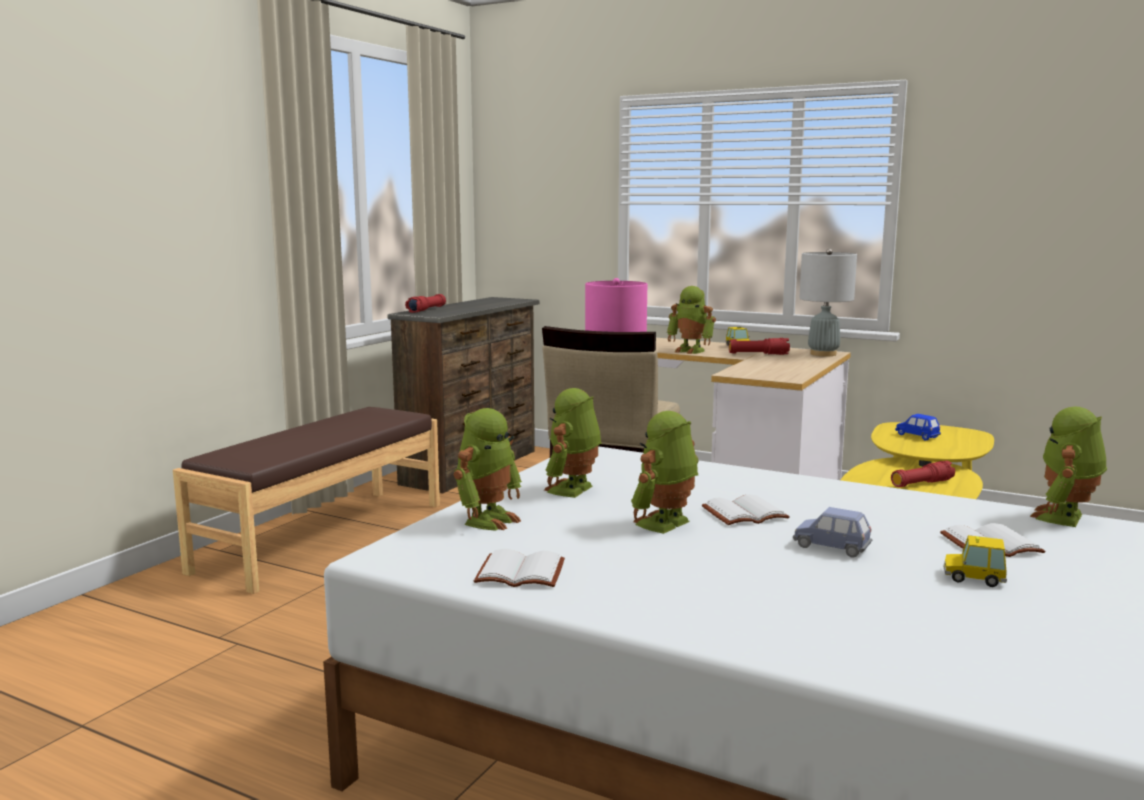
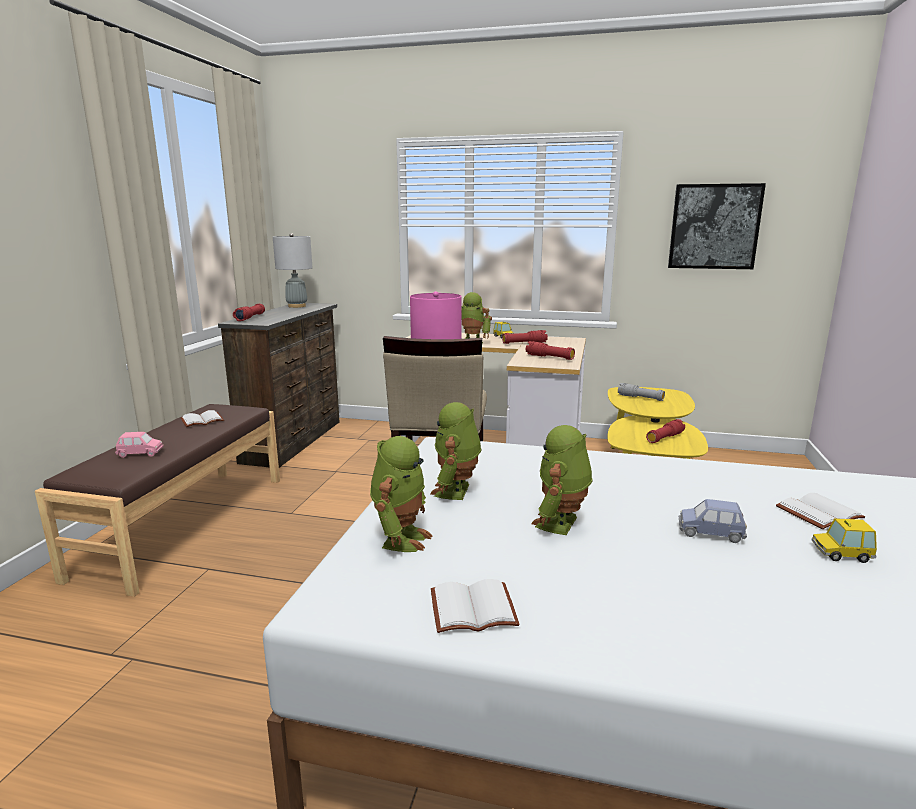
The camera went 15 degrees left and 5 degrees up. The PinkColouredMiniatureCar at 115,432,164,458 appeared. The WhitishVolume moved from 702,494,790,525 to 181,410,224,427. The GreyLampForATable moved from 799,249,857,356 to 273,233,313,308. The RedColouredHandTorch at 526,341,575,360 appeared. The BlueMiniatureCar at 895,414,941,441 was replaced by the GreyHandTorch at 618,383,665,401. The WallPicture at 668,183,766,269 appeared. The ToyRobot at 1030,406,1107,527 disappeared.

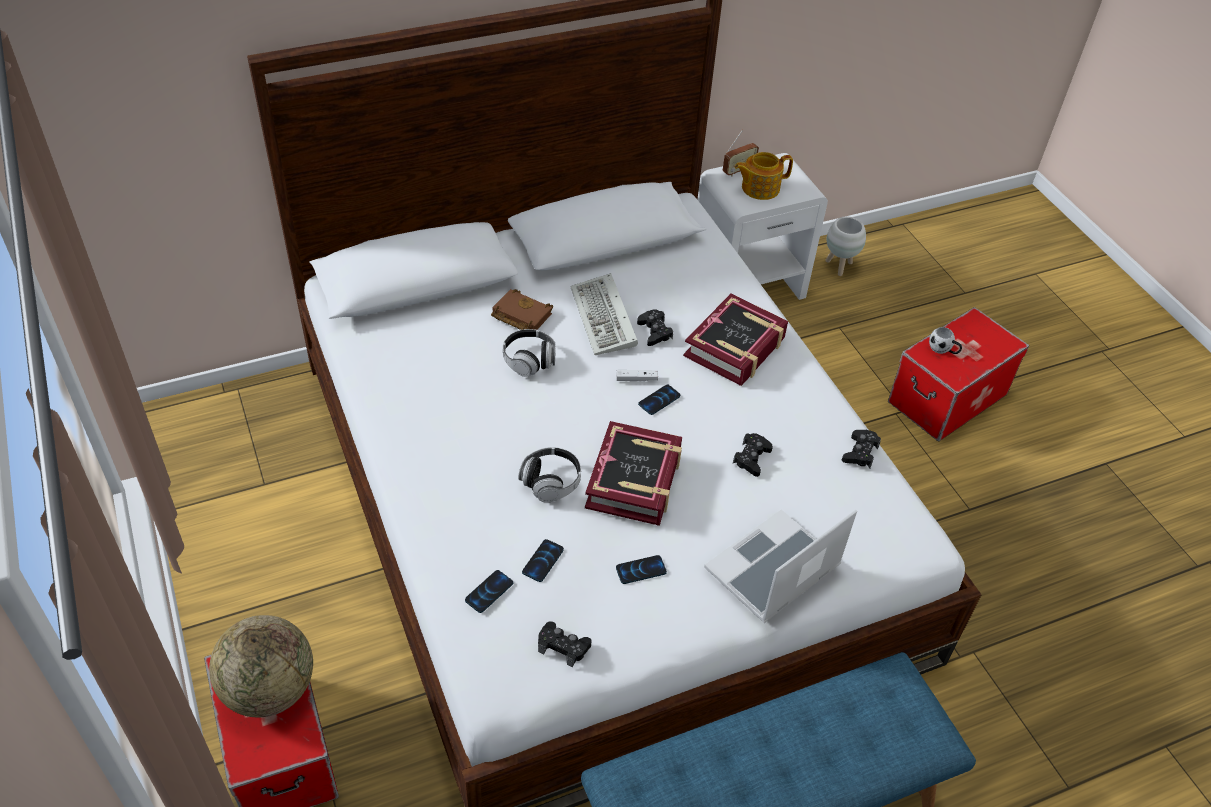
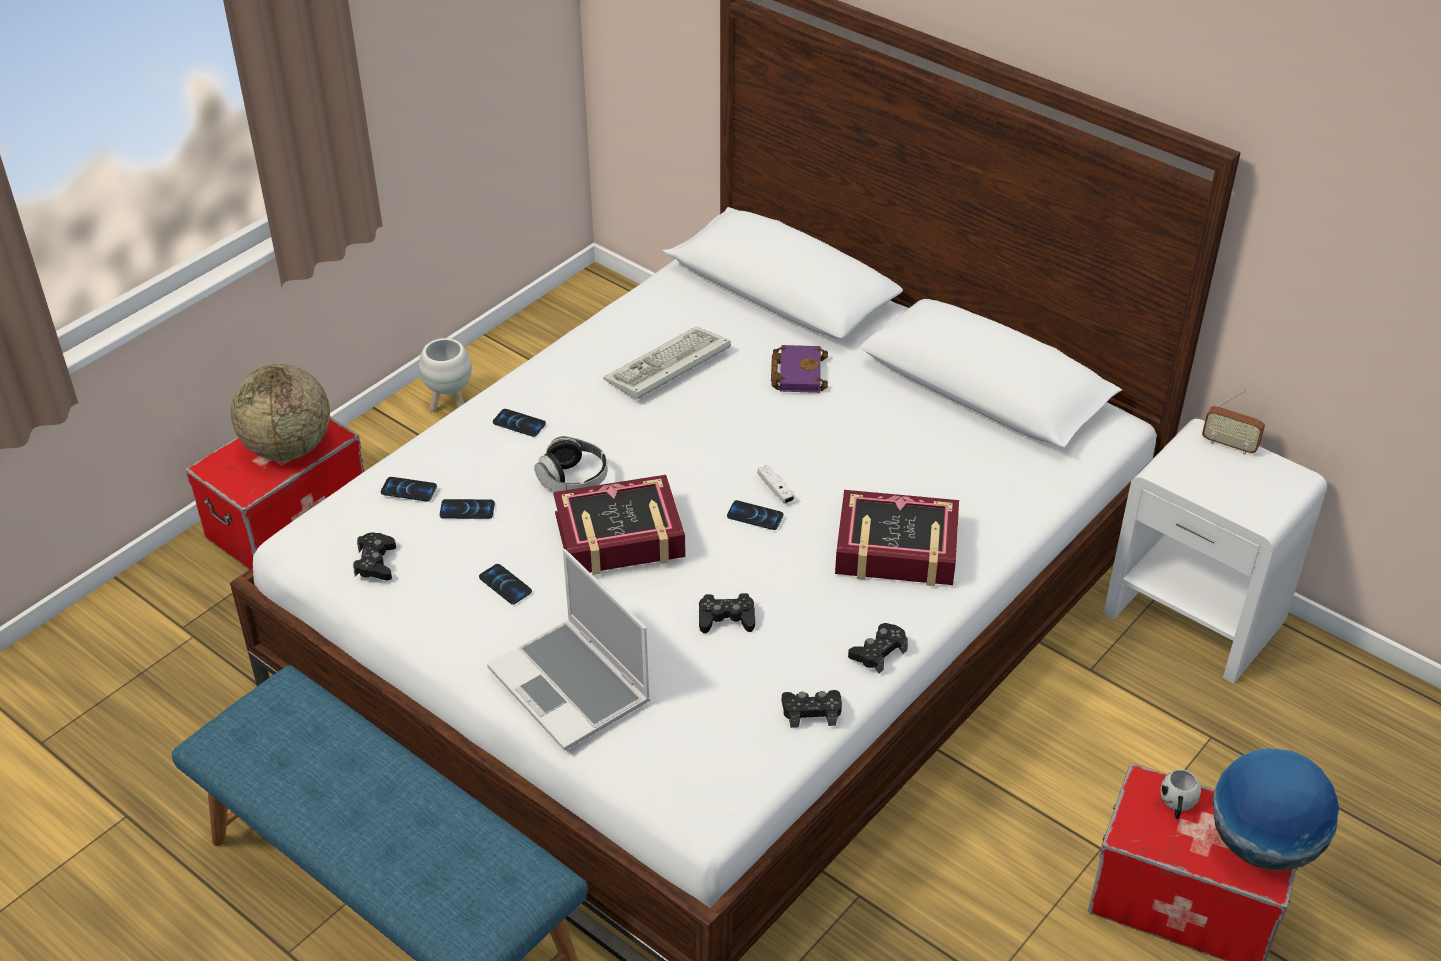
The camera went 65 degrees right and 5 degrees down. The WhitishFlowerPot moved from 826,217,866,276 to 419,338,472,412. The Laptop at 704,509,857,623 turned 150 degrees counterclockwise. The Phone at 493,409,546,437 appeared. The Keyboard moved from 570,273,638,355 to 603,327,731,400. The BrownColouredVolume at 491,289,553,330 became the PurpleVolume at 771,345,828,393. The BlackColouredGameController moved from 637,309,673,346 to 848,623,908,674. The DeskGlobe at 1213,748,1339,871 appeared. The Headphones at 503,329,556,377 disappeared. The Teapot at 735,152,793,200 disappeared.

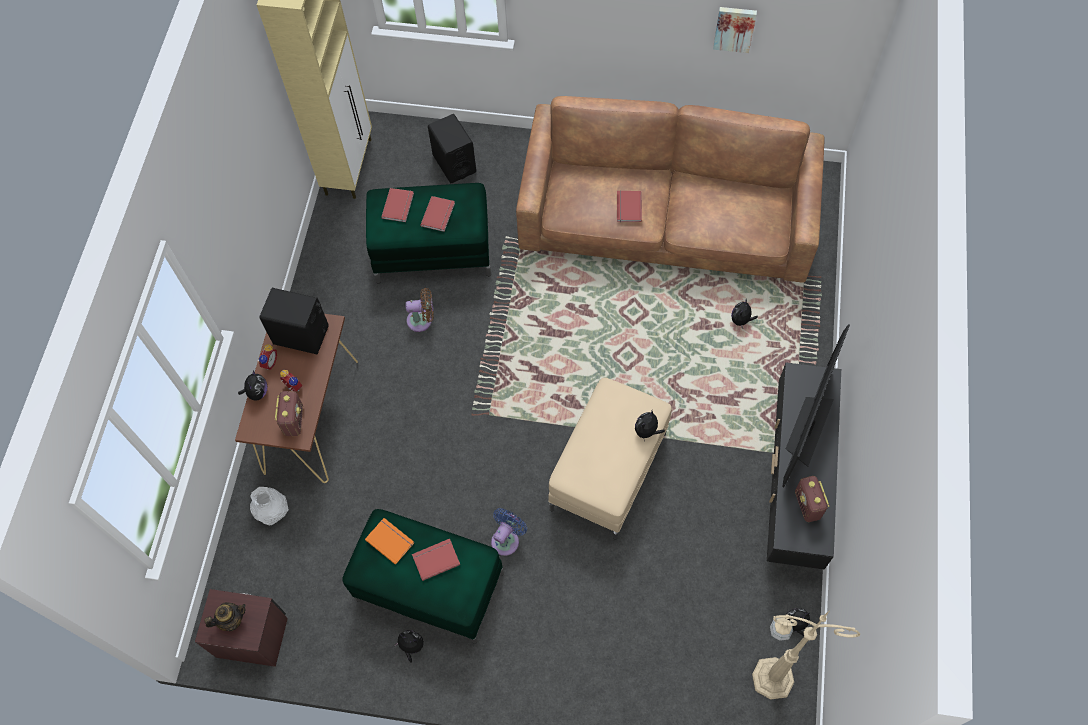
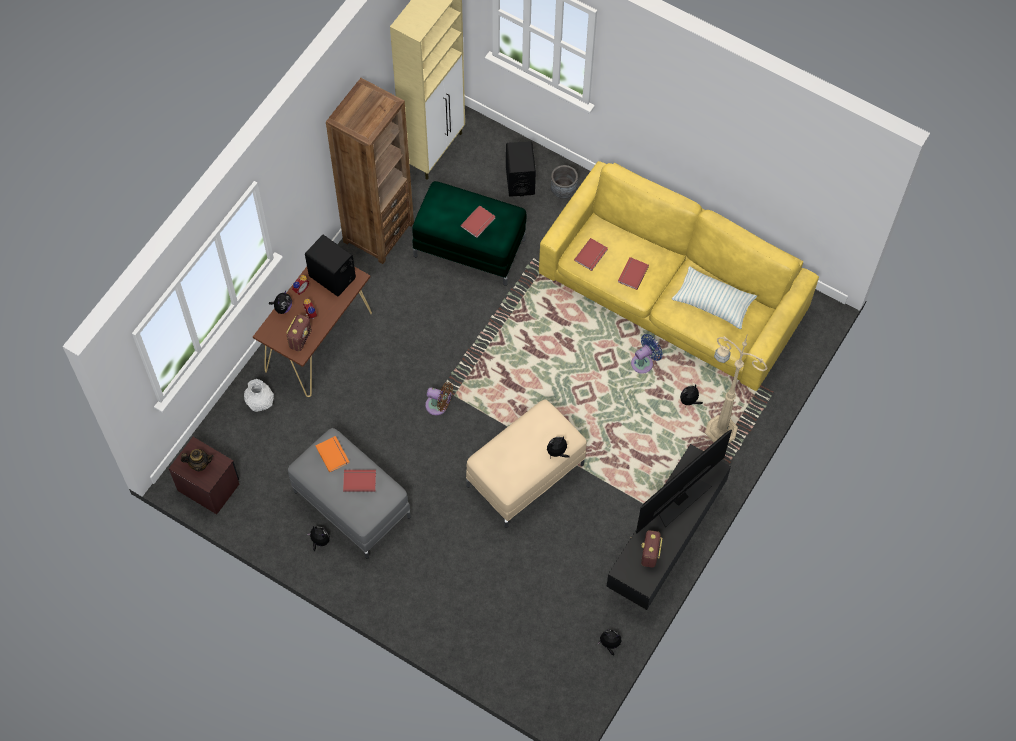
The camera went 20 degrees right and 0 degrees up. The GreenColouredOttoman at 342,509,504,644 became the GreyOttoman at 288,428,411,558. The BrownColouredShelvingUnit at 326,78,414,264 appeared. The BrownColouredCoolingFan moved from 405,288,434,332 to 425,382,453,415. The BrownColouredSofa at 516,96,825,283 became the YellowColouredSofa at 539,161,819,391. The GreyFlowerPot at 551,165,578,199 appeared. The RedColouredVolume moved from 381,188,414,222 to 574,238,608,271. The BlueCoolingFan moved from 491,508,527,556 to 631,334,663,374. The Cushion at 672,266,757,329 appeared. The BeigeStandingLamp moved from 752,610,860,700 to 705,333,767,444. The WallPicture at 713,7,757,53 disappeared.

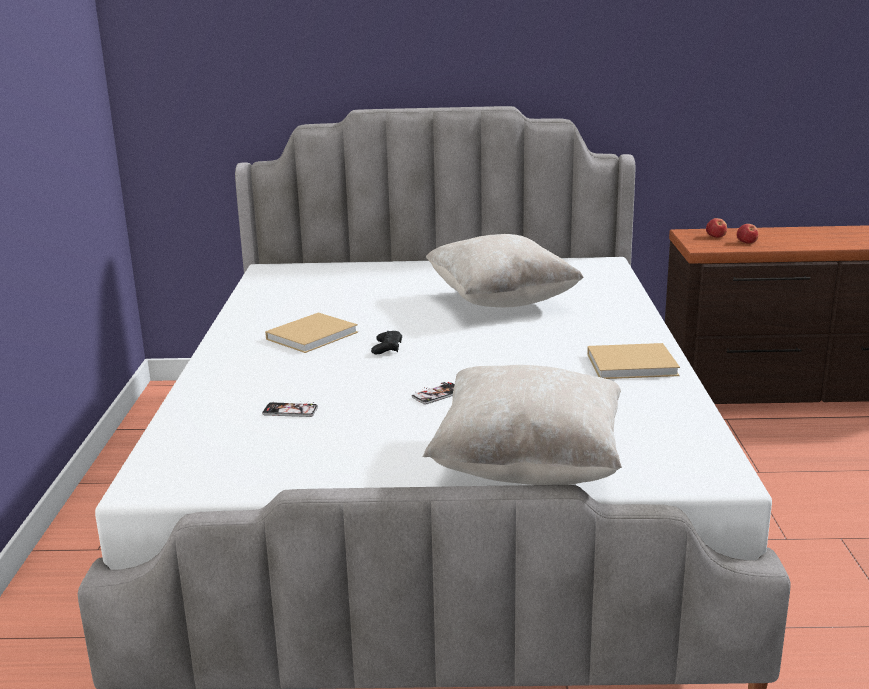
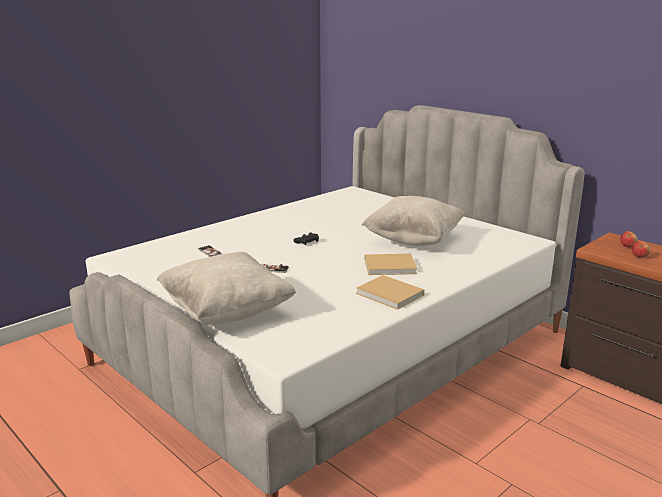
The camera went 45 degrees right and 0 degrees up. The BeigeVolume moved from 265,313,358,353 to 364,254,417,275.

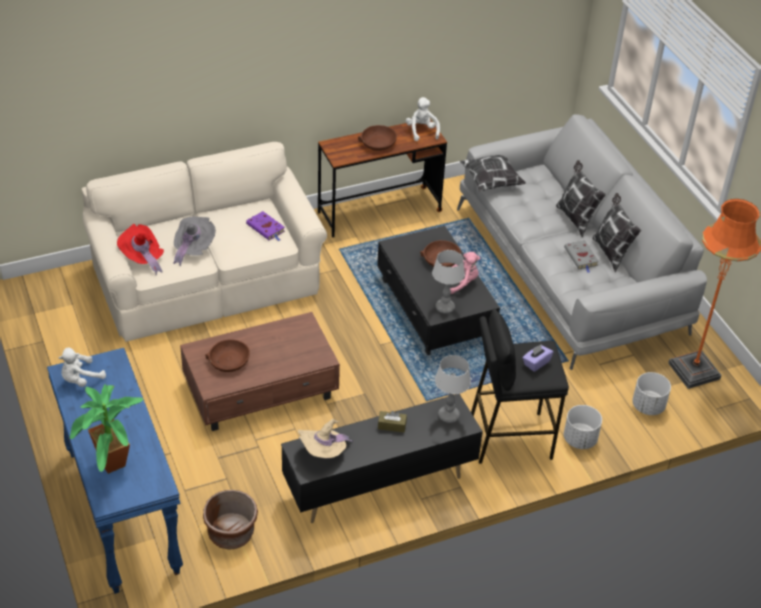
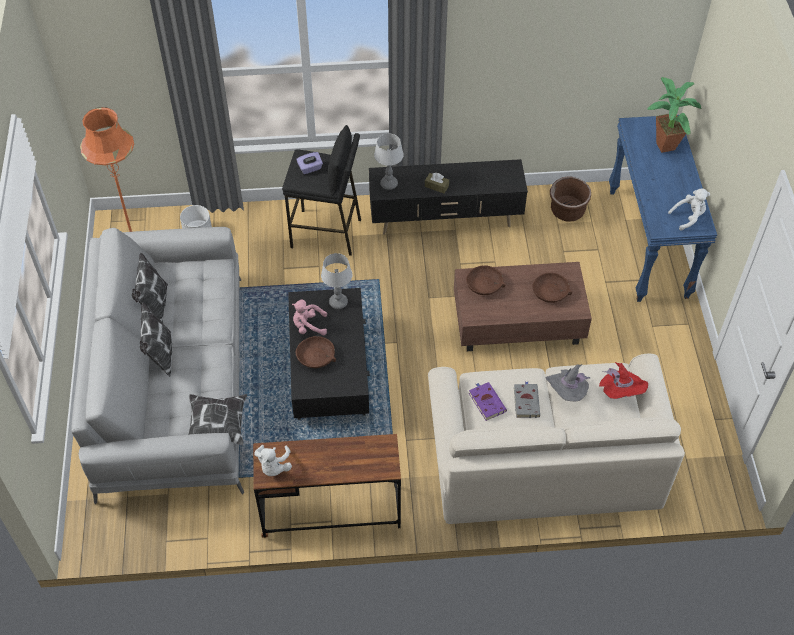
The camera went 160 degrees left and 10 degrees up. The BrownColouredBowl moved from 358,125,397,151 to 466,265,506,295. The GreyVolume moved from 564,240,599,273 to 514,382,540,418. The BeigeWearableHat at 298,419,354,458 disappeared. The WhitishFlowerPot at 564,405,602,449 disappeared.

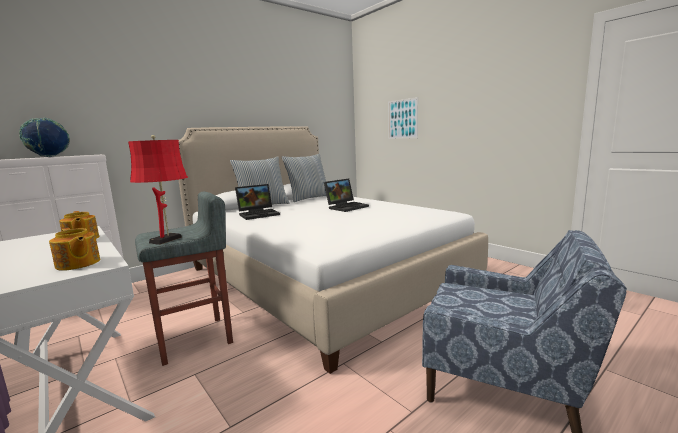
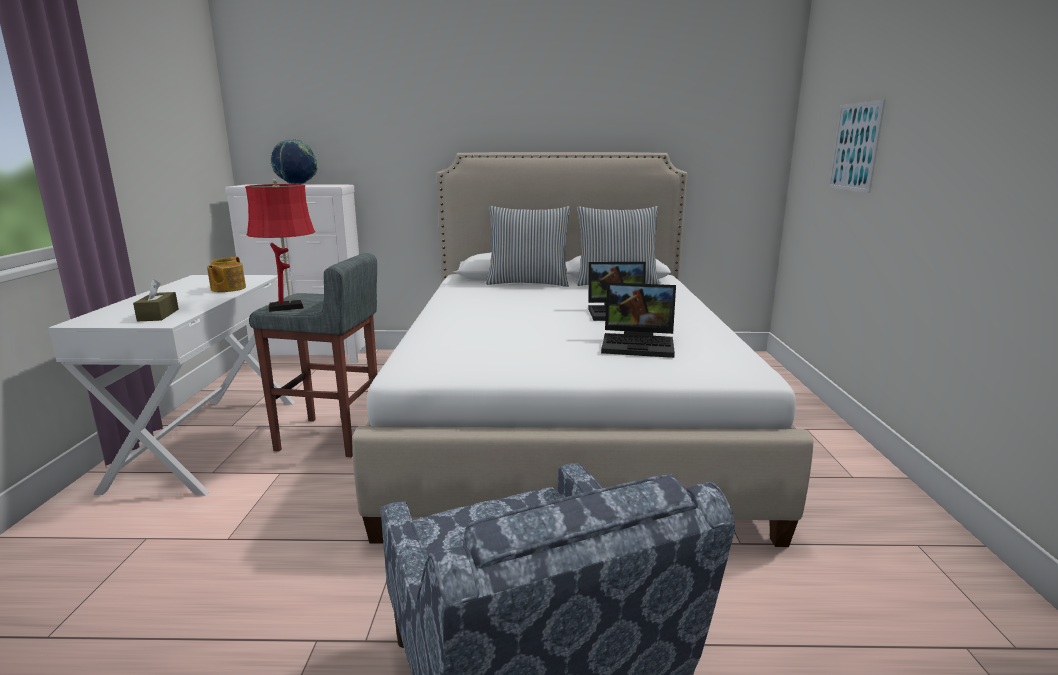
The camera went 40 degrees right and 5 degrees up. The Teapot at 49,228,100,271 was replaced by the BrownColouredBoxOfTissues at 133,279,179,321. The Laptop moved from 235,184,280,220 to 601,282,676,358.

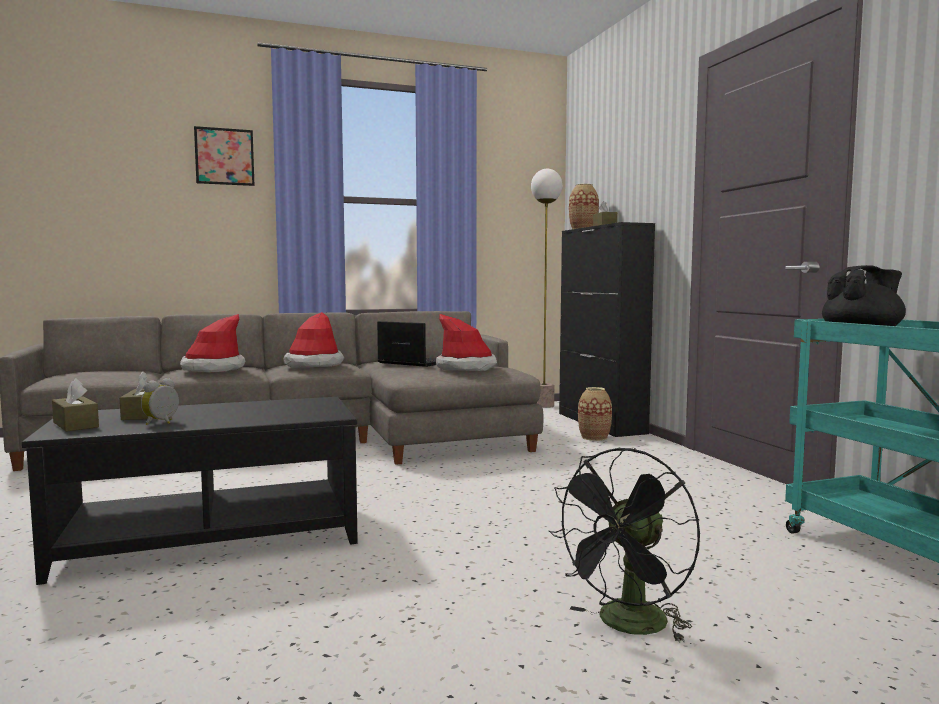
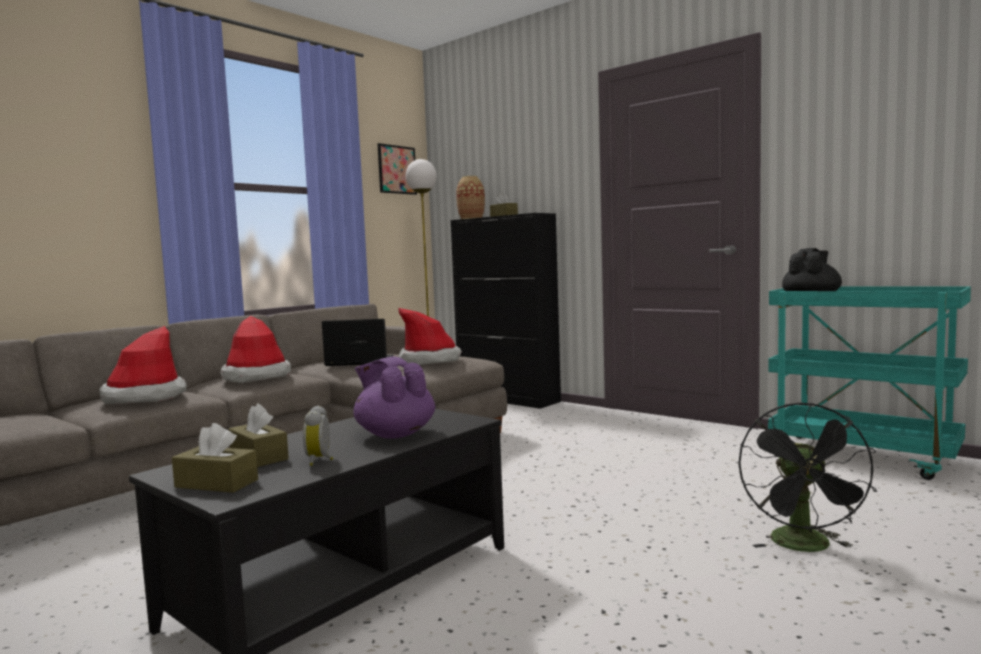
The camera went 30 degrees left and 0 degrees up. The PurpleTeapot at 353,356,435,439 appeared. The WallPicture moved from 194,126,255,186 to 378,143,417,195. The DecorativeVase at 578,387,612,441 disappeared.

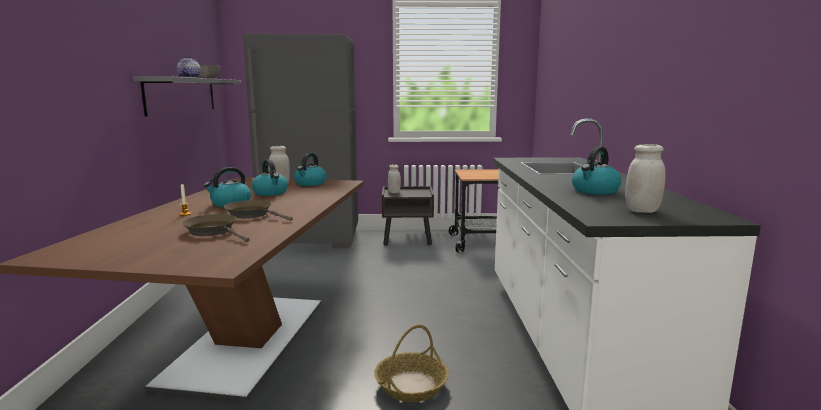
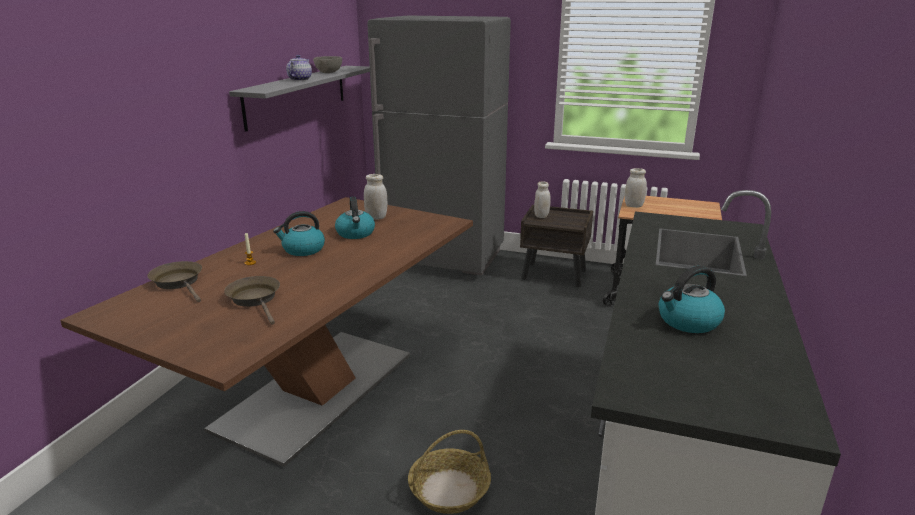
The camera went 20 degrees right and 10 degrees up. The BrownColouredPan moved from 224,200,293,221 to 148,261,202,302. The WhitishJar moved from 625,144,665,213 to 625,168,647,208. The TeaKettle at 294,153,327,186 disappeared.

